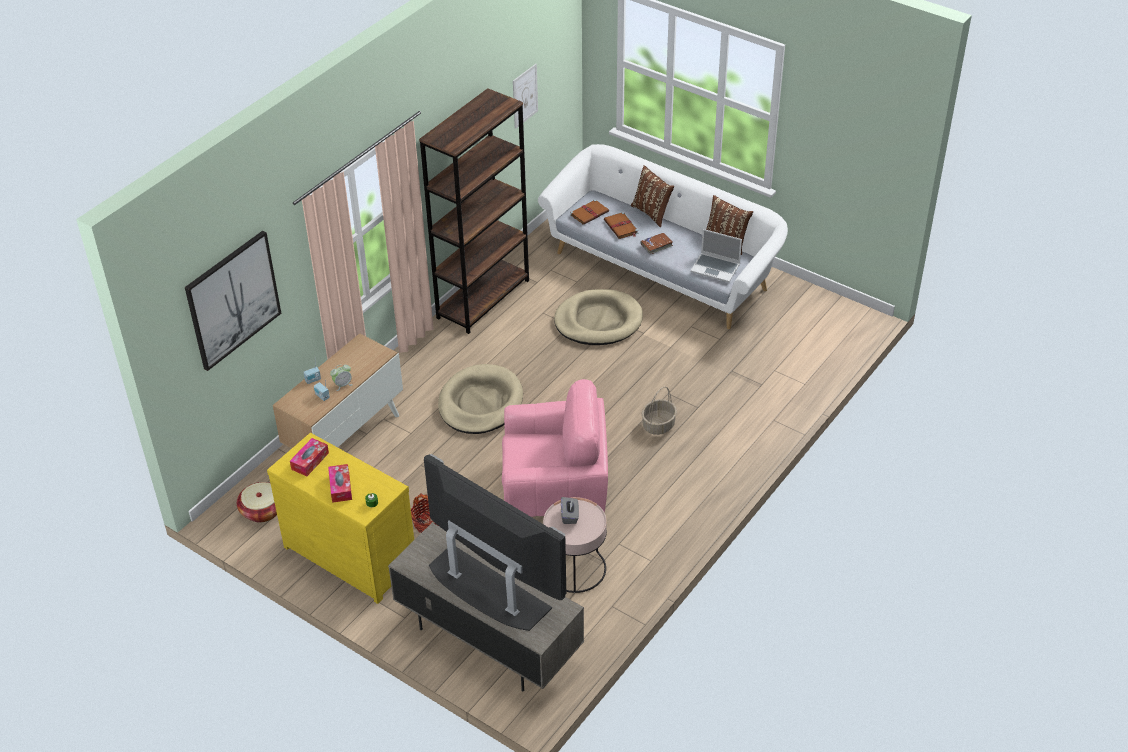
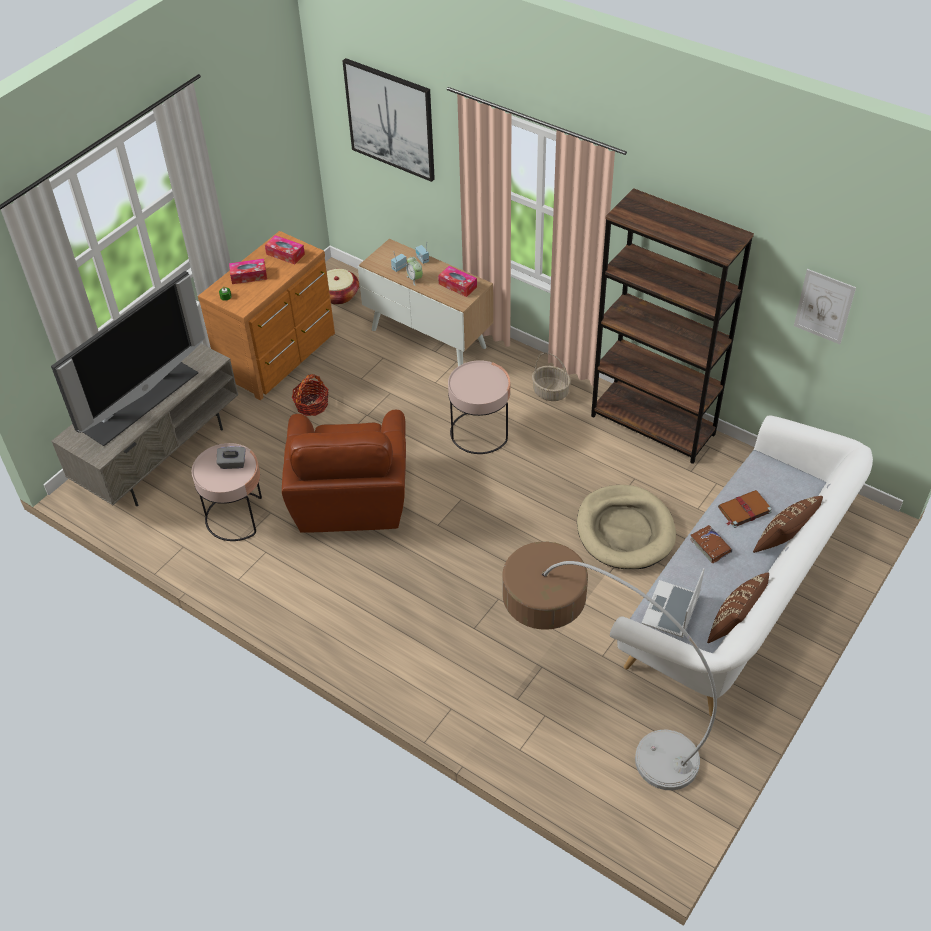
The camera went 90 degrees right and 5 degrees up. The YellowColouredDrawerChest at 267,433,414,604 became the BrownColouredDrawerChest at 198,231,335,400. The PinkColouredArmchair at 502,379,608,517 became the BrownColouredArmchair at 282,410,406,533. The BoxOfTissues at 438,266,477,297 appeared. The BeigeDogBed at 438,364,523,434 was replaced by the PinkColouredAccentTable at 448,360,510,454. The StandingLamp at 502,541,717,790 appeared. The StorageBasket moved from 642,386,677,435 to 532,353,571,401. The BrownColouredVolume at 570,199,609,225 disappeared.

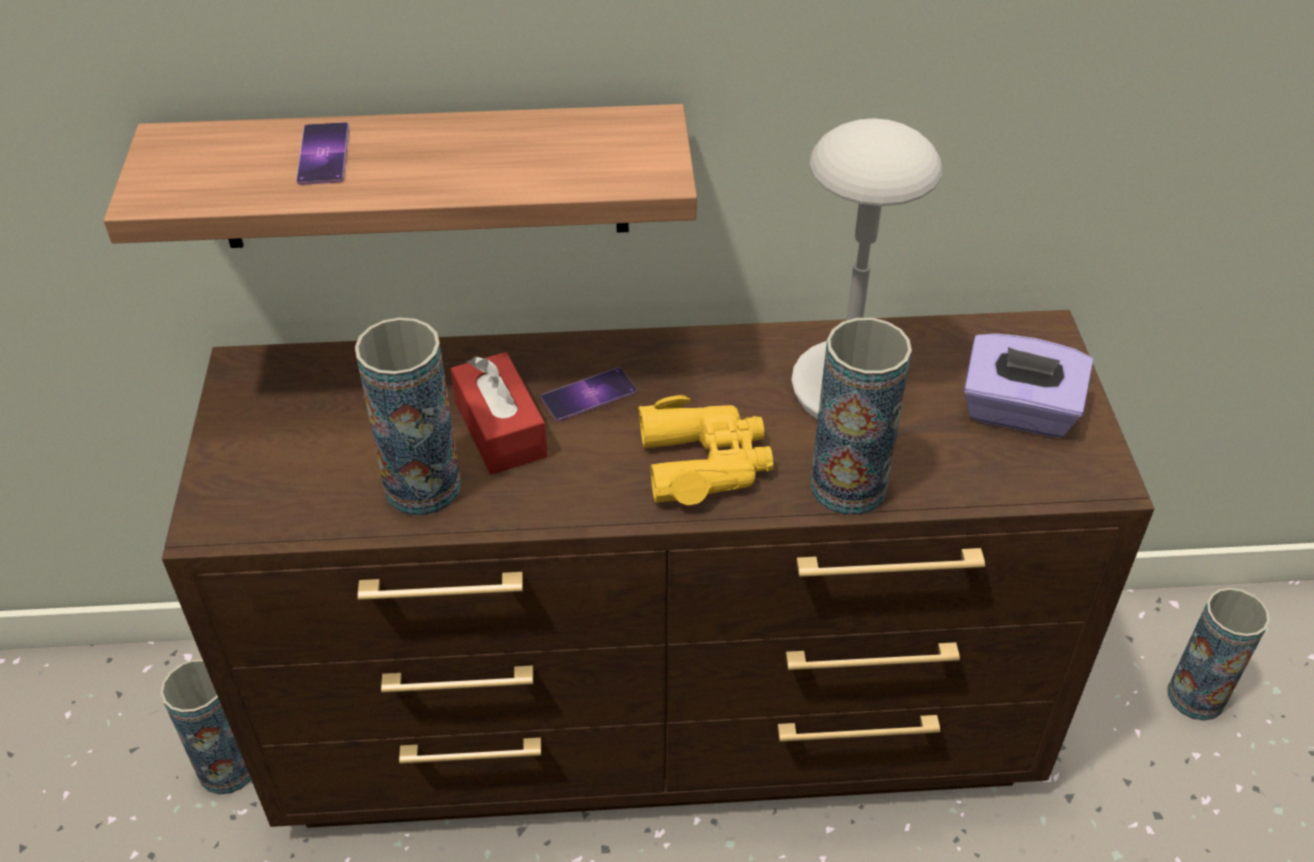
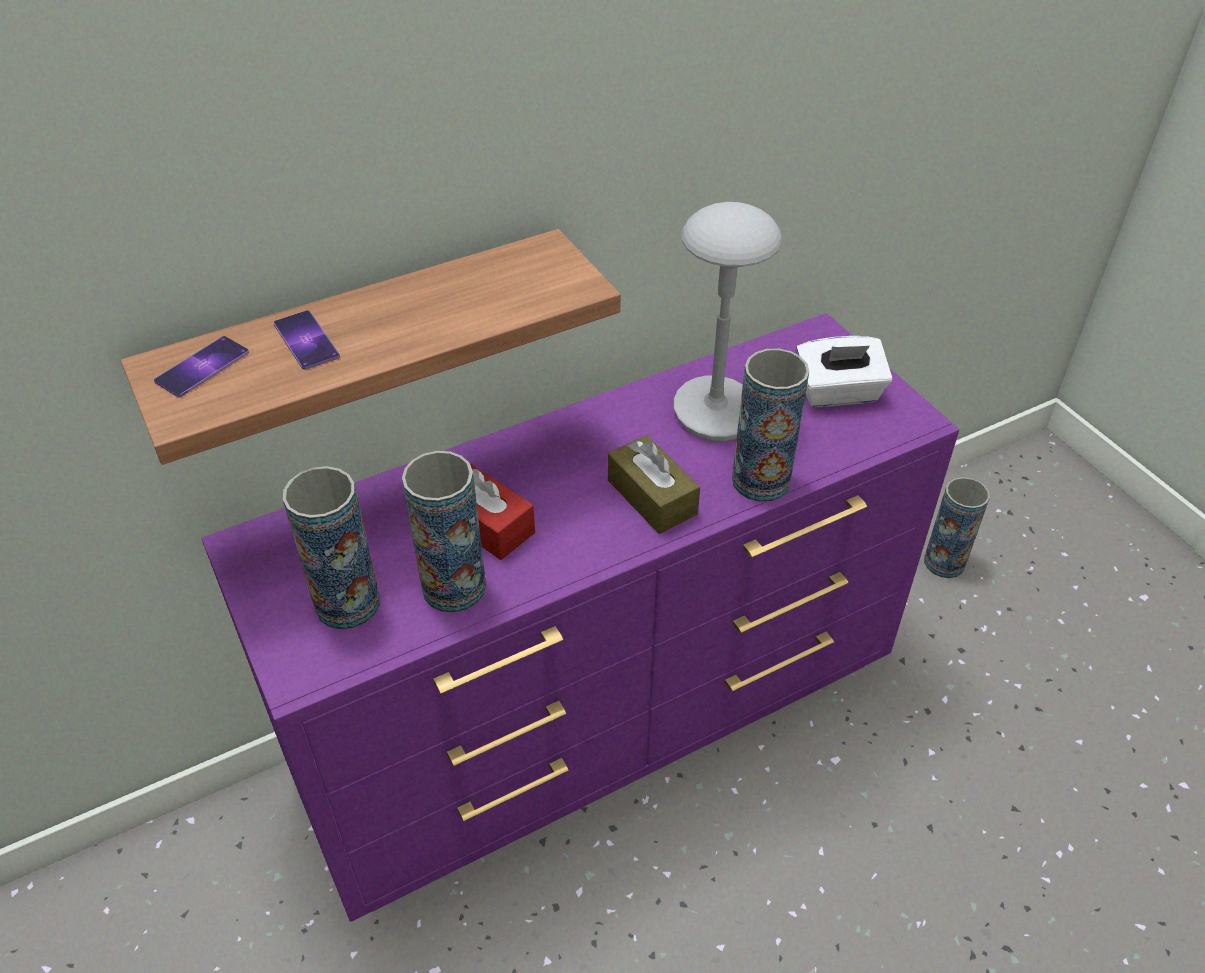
The camera went 25 degrees left and 0 degrees up. The Phone moved from 541,367,637,422 to 154,336,249,398. The BrownColouredDrawerChest at 162,310,1154,828 became the PurpleDrawerChest at 201,313,959,922. The DecorativeVase moved from 160,659,251,794 to 283,466,380,630. The YellowColouredBinoculars at 638,395,774,505 was replaced by the BrownColouredBoxOfTissues at 608,435,700,534. The PurpleBoxOfTissues at 964,334,1093,438 became the WhitishBoxOfTissues at 796,336,892,407.

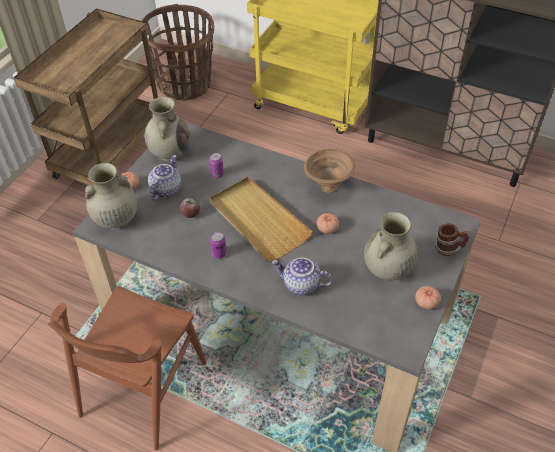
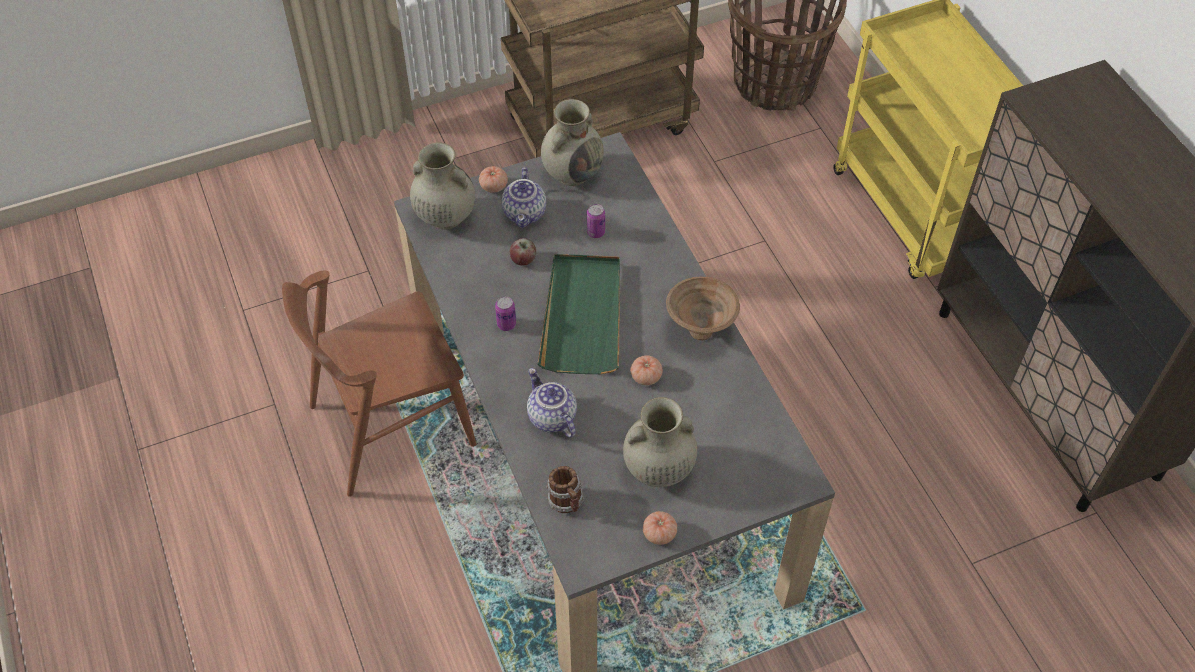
The camera went 40 degrees right and 5 degrees up. The Teapot at 148,155,181,201 turned 120 degrees clockwise. The BeigeCarryingTray at 209,177,313,262 became the GreenColouredCarryingTray at 538,254,620,374. The Mug moved from 435,223,469,256 to 546,466,584,513.

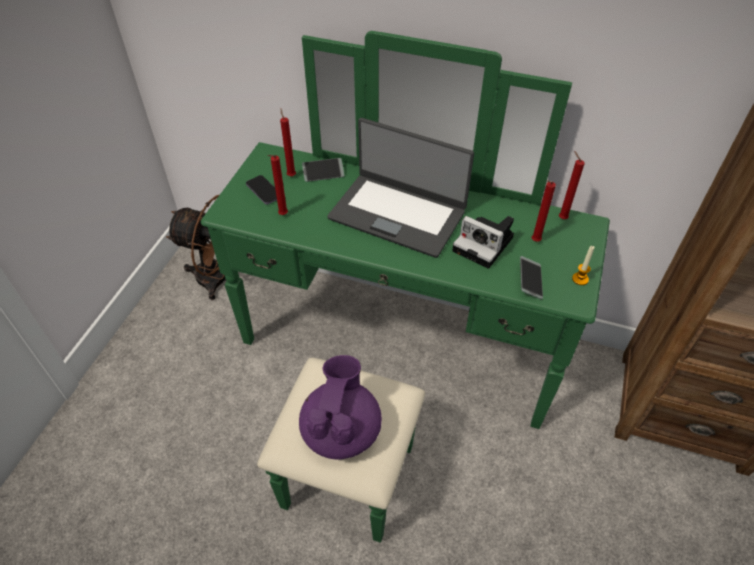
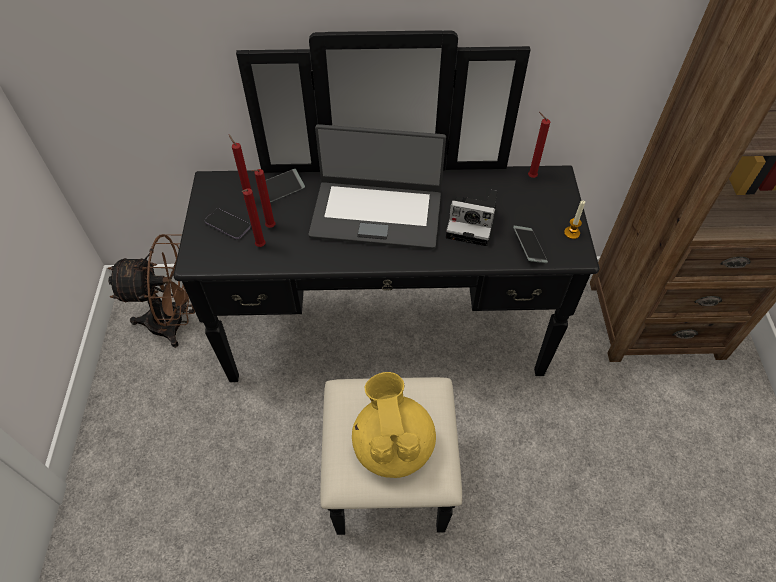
The camera went 20 degrees left and 5 degrees up. The GreenColouredDrawerChest at 201,31,610,543 became the BlackColouredDrawerChest at 174,30,599,535. The RedColouredWaxCandle moved from 532,180,556,242 to 251,169,276,228. The PurpleTeapot at 299,355,382,459 became the YellowColouredTeapot at 352,372,436,478.

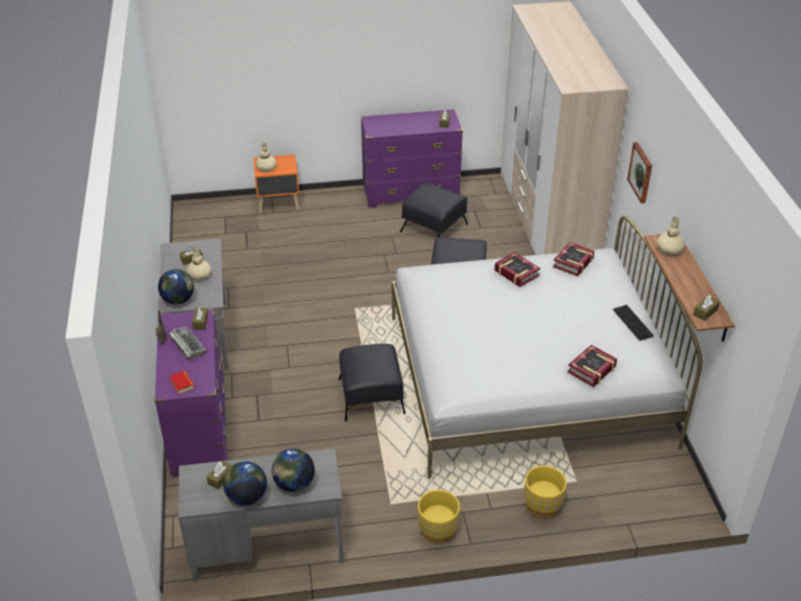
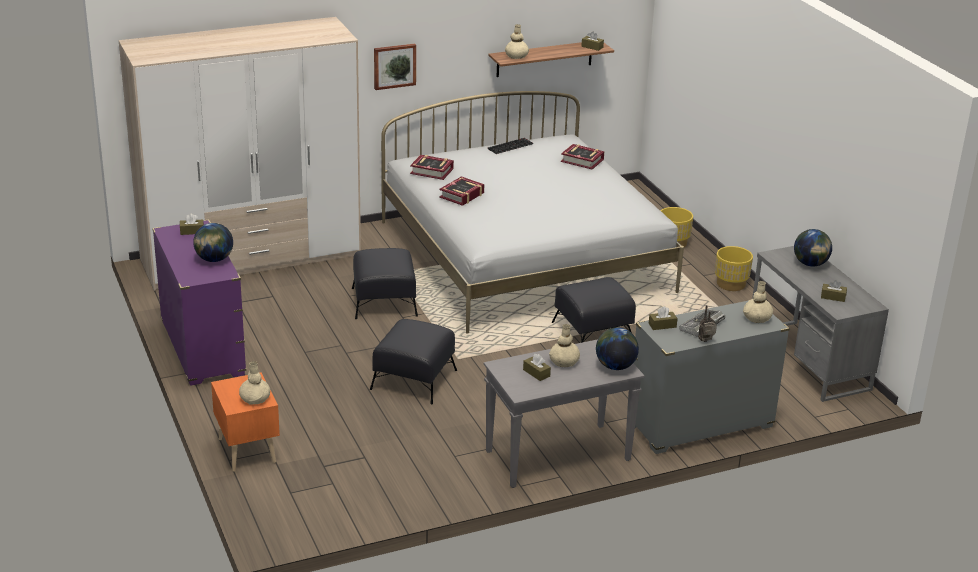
The camera went 105 degrees left and 10 degrees down. The DeskGlobe moved from 223,461,267,506 to 193,223,233,262. The BlackColouredOttoman moved from 400,183,468,237 to 370,319,457,404. The PurpleDrawerChest at 155,309,227,477 became the GreyDrawerChest at 634,300,790,454. The Volume at 170,371,195,395 was replaced by the BeigeDecorativeVase at 743,281,773,323.

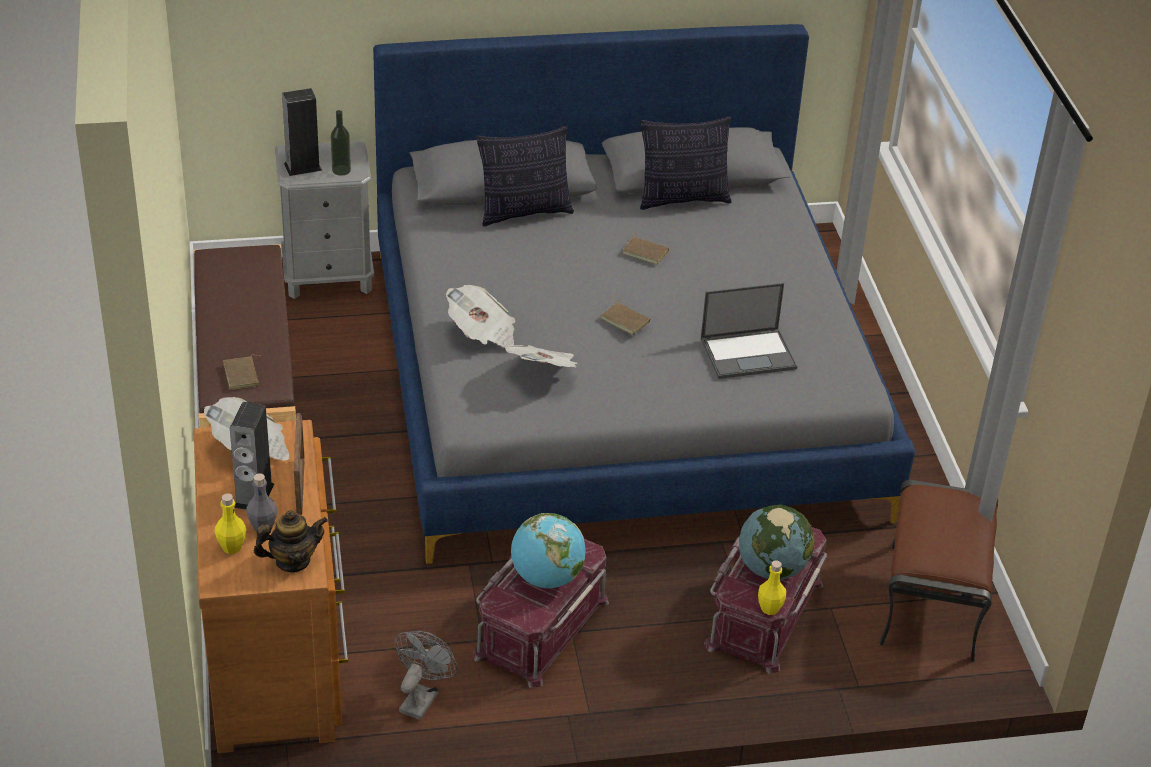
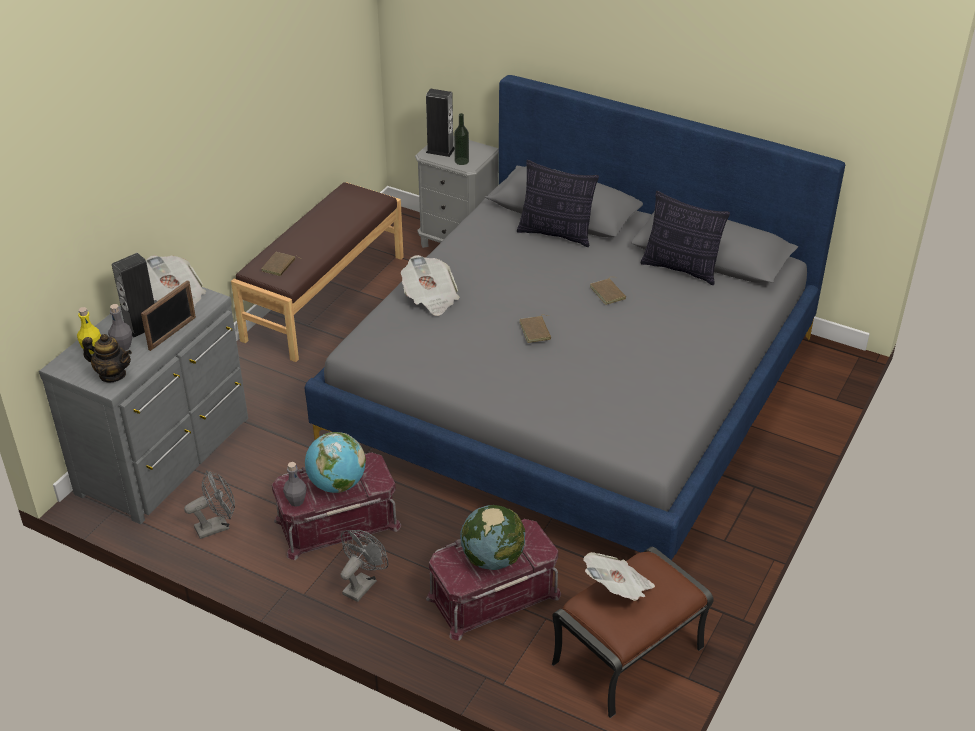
The camera went 40 degrees right and 0 degrees up. The BrownColouredDrawerChest at 194,420,348,753 became the GreyDrawerChest at 39,287,248,524. The GreyBottle at 283,462,307,507 appeared. The GreyCoolingFan at 340,530,389,602 appeared. The PrintedPaper moved from 505,345,578,368 to 584,552,655,601. The Laptop at 701,283,797,379 disappeared. The YellowColouredBottle at 758,560,786,615 disappeared.

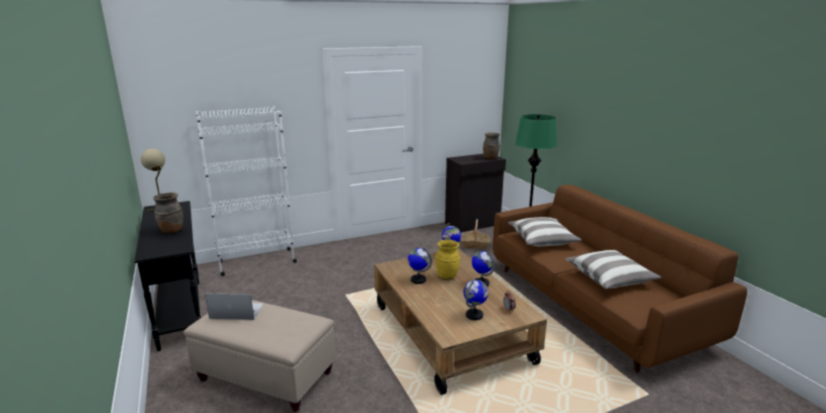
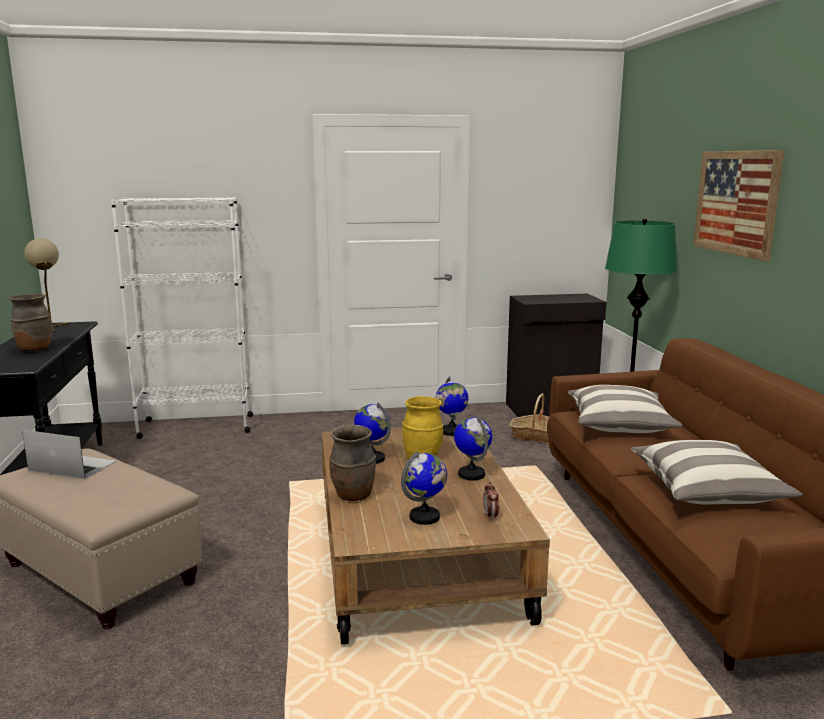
The camera went 15 degrees right and 5 degrees down. The BrownColouredDecorativeVase moved from 483,132,500,159 to 329,425,376,501. The WallPicture at 693,150,784,261 appeared.

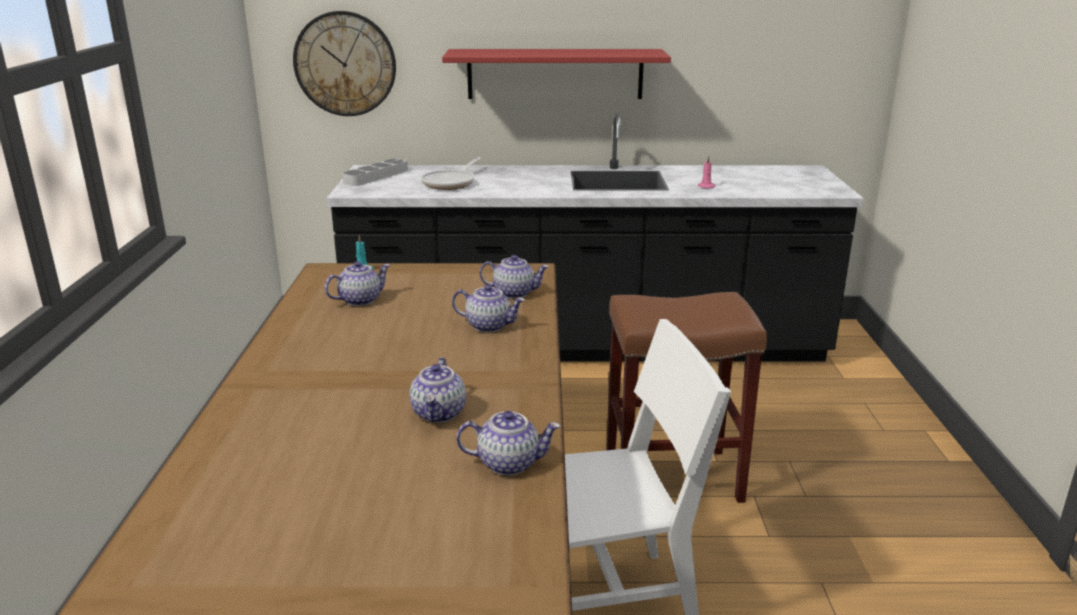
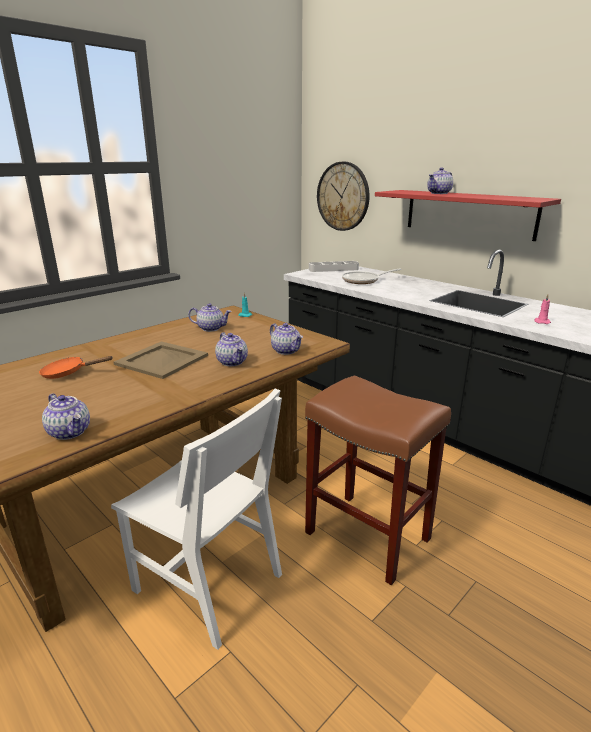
The camera went 45 degrees right and 0 degrees up. The OrangeyPan at 39,356,113,379 appeared. The BeigeCarryingTray at 114,341,208,379 appeared. The Teapot moved from 410,357,466,423 to 427,168,453,194.

